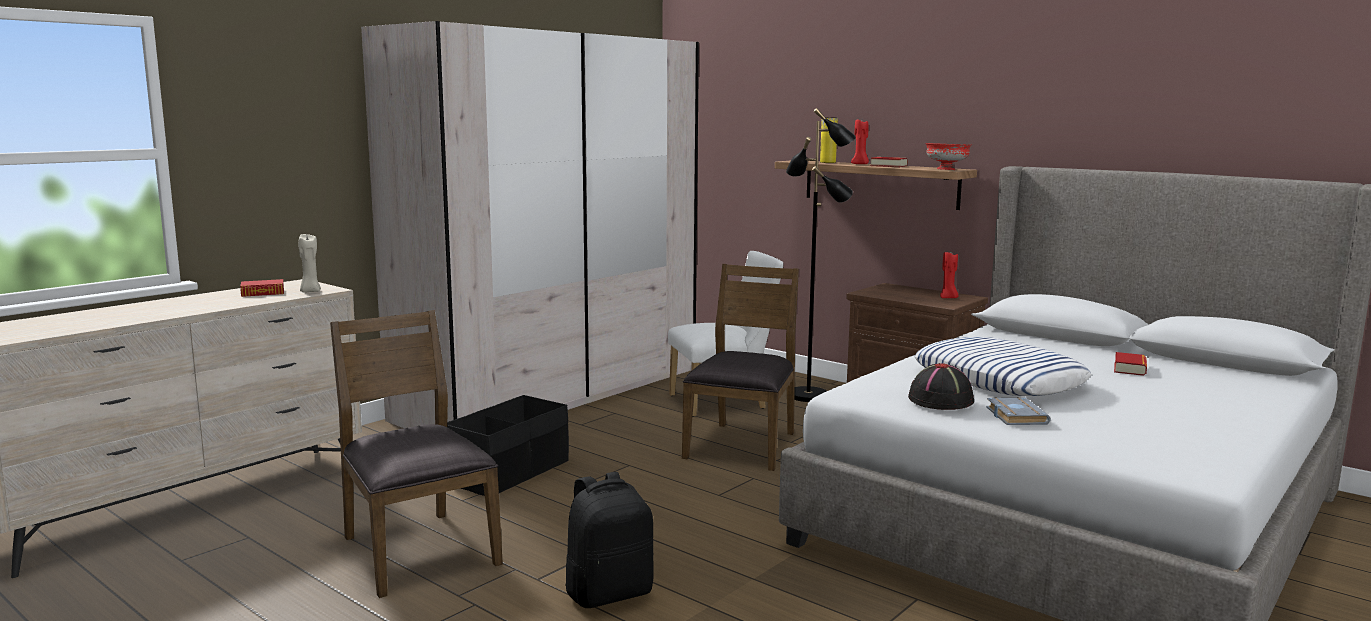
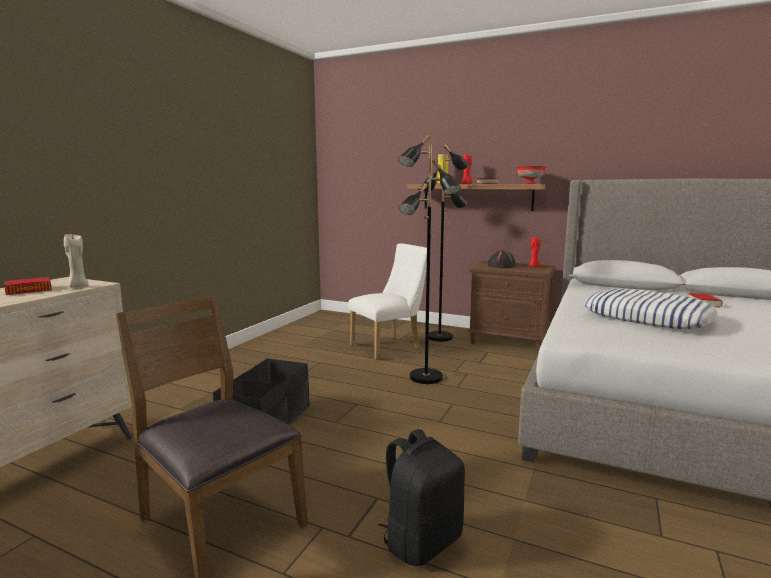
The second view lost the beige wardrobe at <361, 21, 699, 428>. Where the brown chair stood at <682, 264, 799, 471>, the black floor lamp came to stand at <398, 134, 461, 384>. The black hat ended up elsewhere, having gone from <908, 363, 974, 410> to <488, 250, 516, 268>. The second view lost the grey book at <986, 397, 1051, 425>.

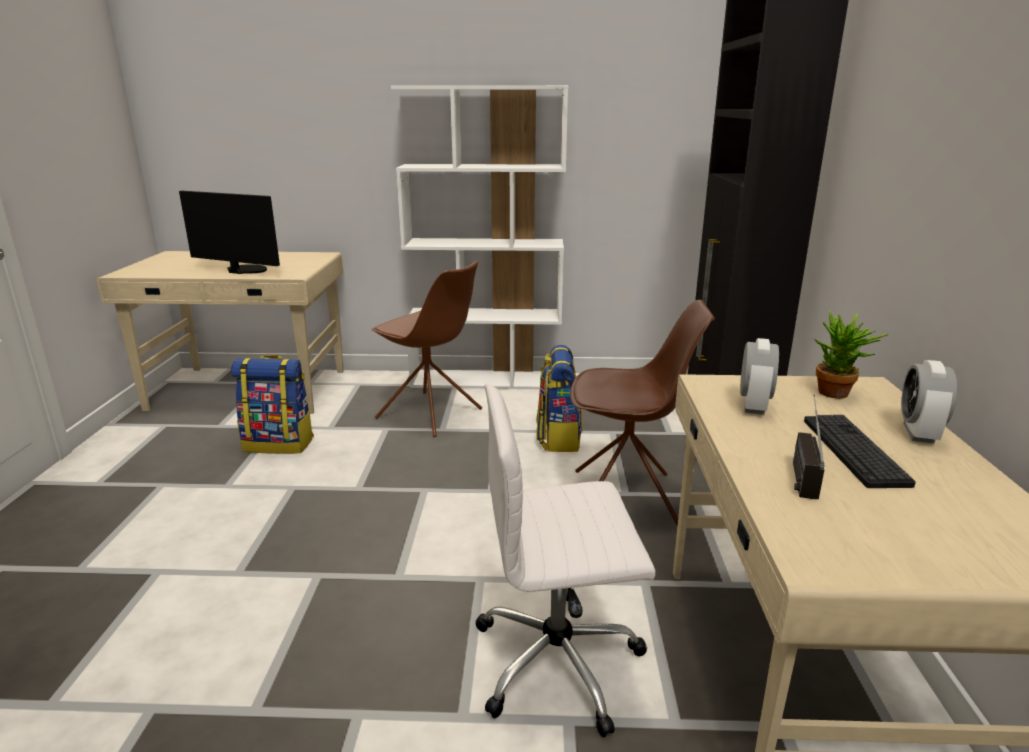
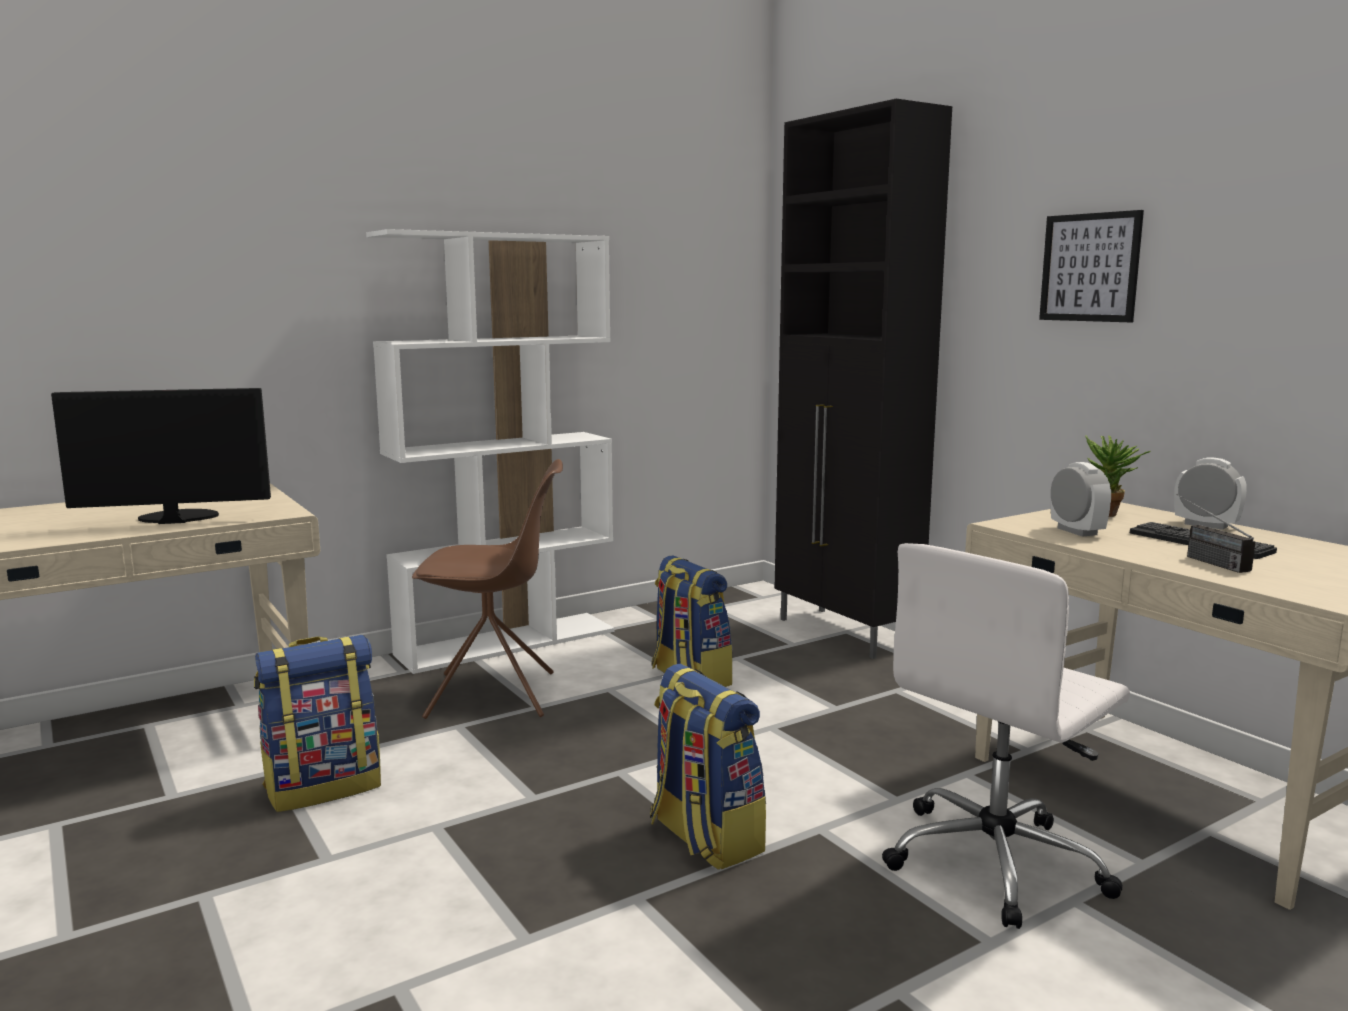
The second view lost the brown chair at <570, 300, 715, 526>. The alarm clock at <902, 360, 957, 444> ended up facing another way, 150 degrees clockwise from before. The second view gained the backpack at <650, 664, 766, 870>. The second view gained the picture at <1039, 210, 1144, 322>.

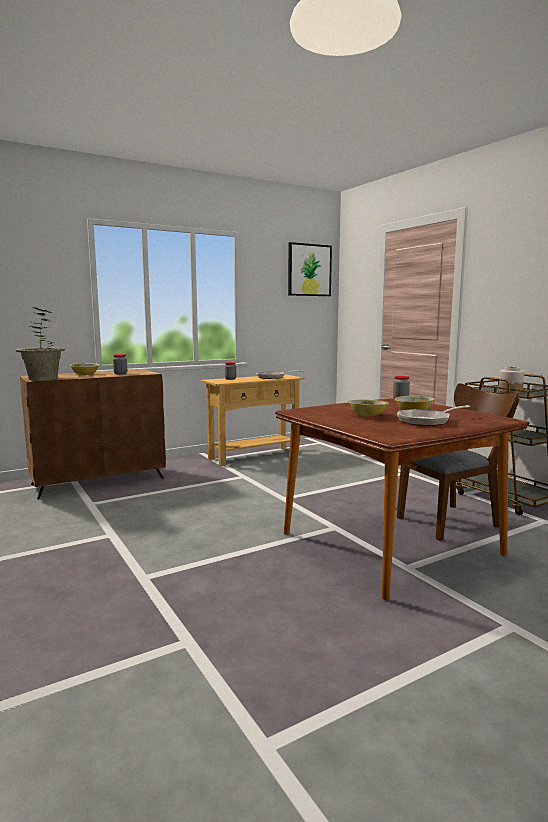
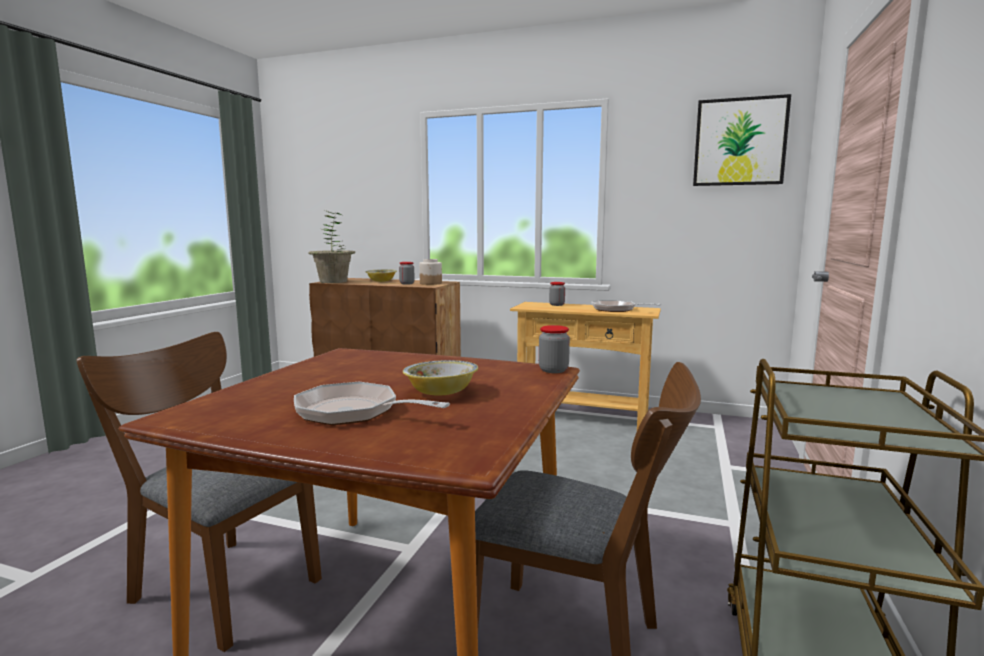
The second view lost the bowl at <348, 399, 389, 416>. The jar ended up elsewhere, having gone from <498, 367, 524, 393> to <419, 259, 442, 285>. The second view gained the brown chair at <77, 332, 322, 652>.

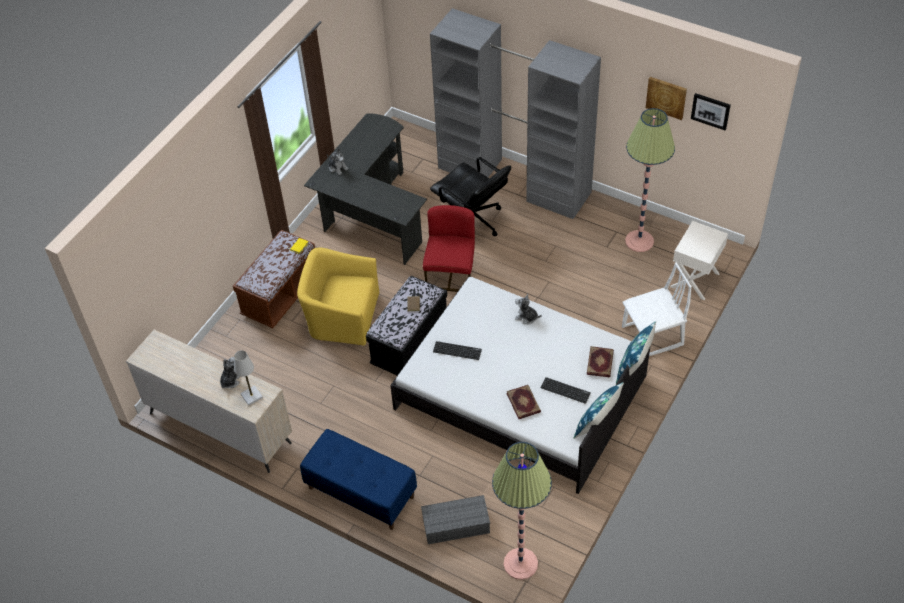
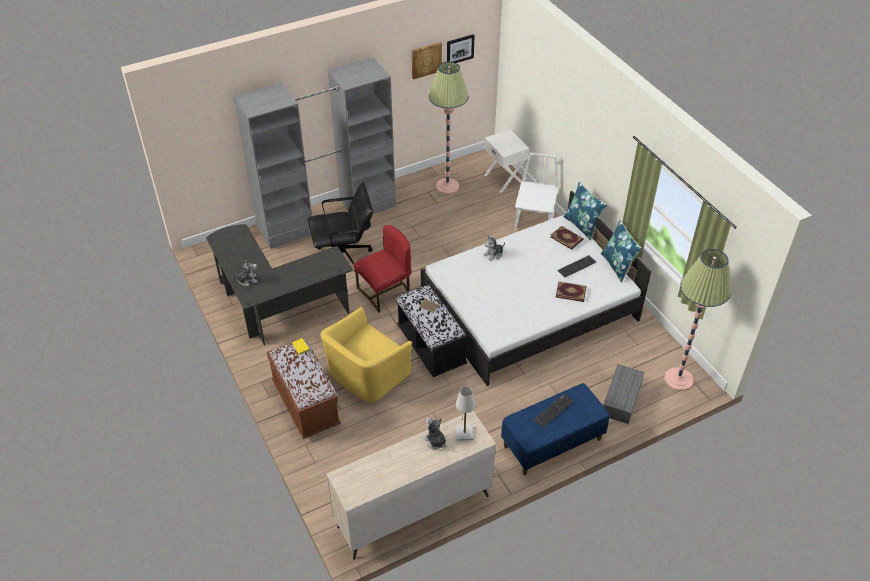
The red chair at <423, 205, 475, 292> ended up facing another way, 105 degrees clockwise from before. The keyboard ended up elsewhere, having gone from <433, 341, 482, 360> to <533, 394, 574, 427>.

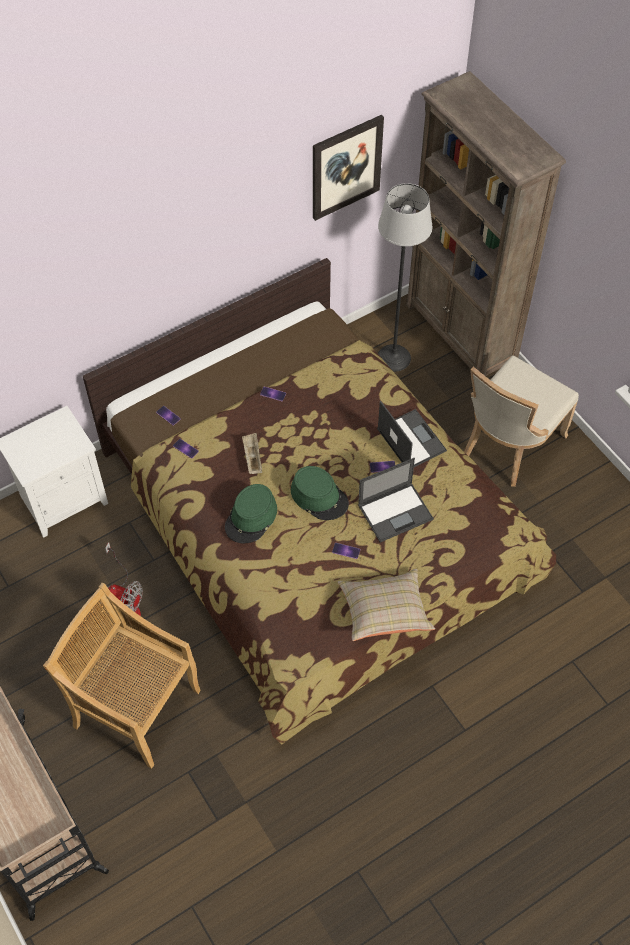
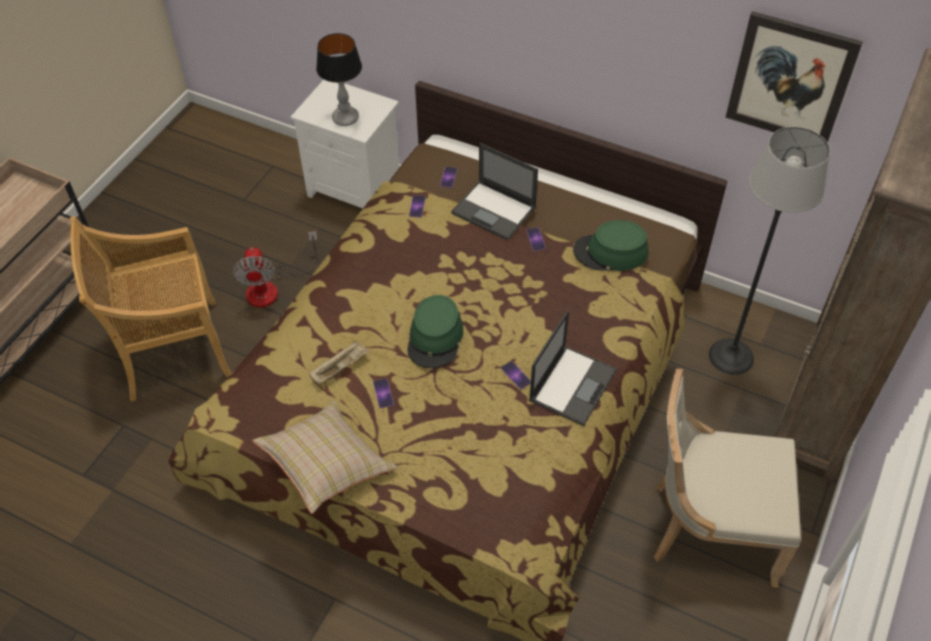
The beige chair at <43, 583, 201, 769> ended up facing another way, 105 degrees counterclockwise from before. The green hat ended up elsewhere, having gone from <225, 484, 277, 543> to <573, 220, 649, 271>. The beige tray ended up elsewhere, having gone from <242, 433, 262, 474> to <310, 341, 369, 384>. The laptop ended up elsewhere, having gone from <358, 458, 434, 542> to <451, 143, 538, 240>. The second view gained the table lamp at <316, 33, 362, 126>.

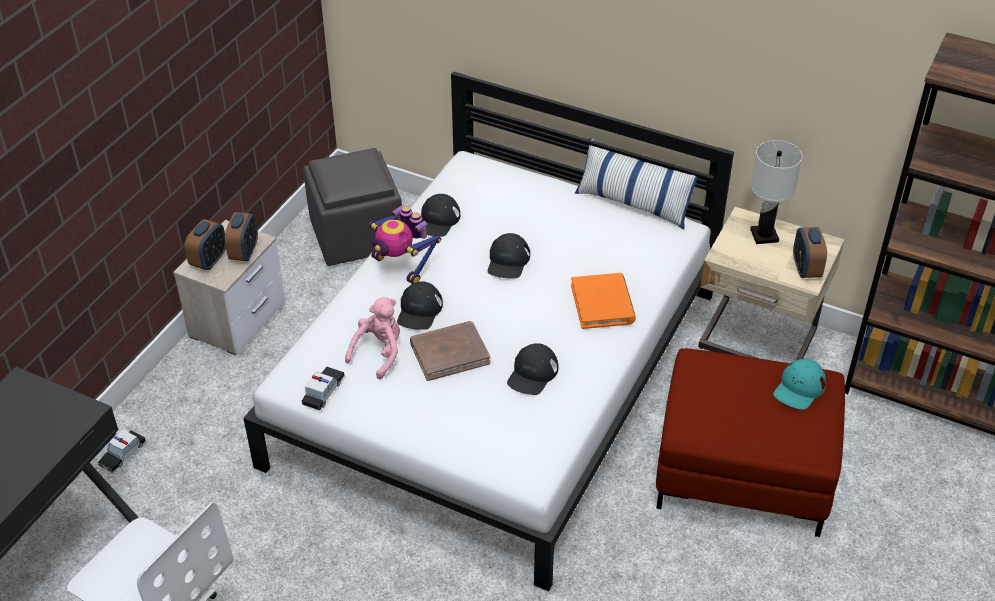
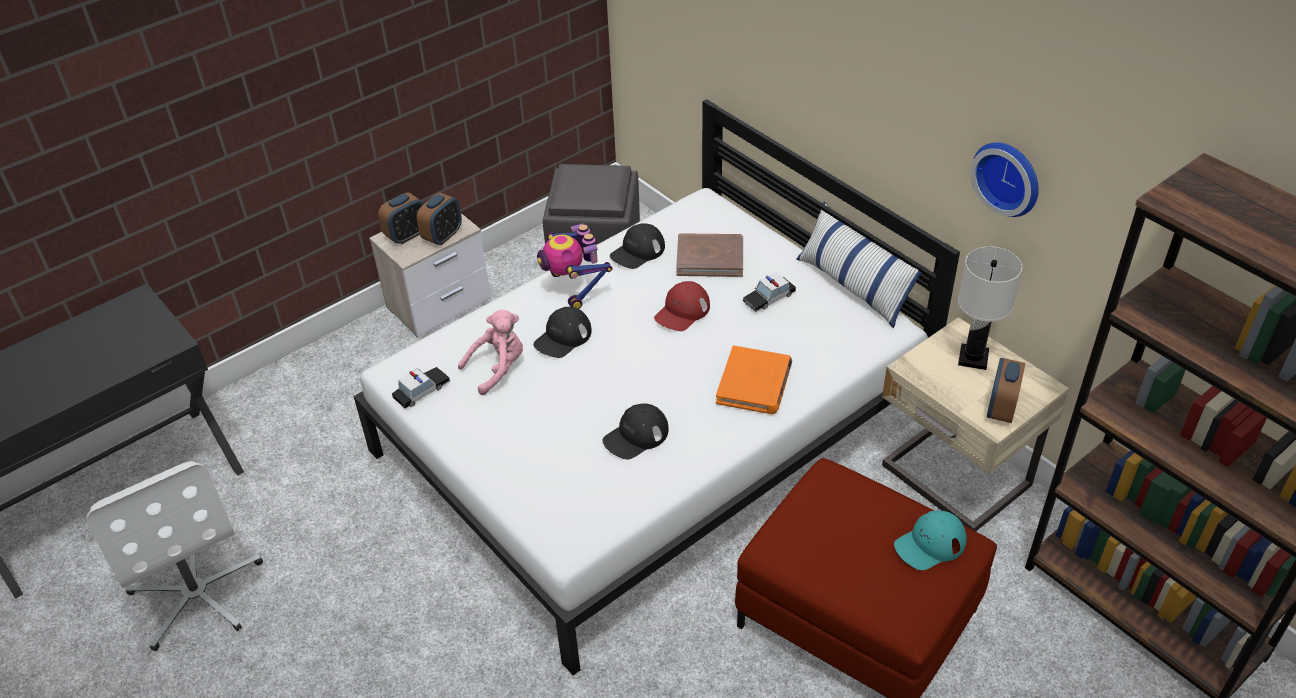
The toy car ended up elsewhere, having gone from <98, 429, 146, 473> to <743, 272, 796, 312>. The brown book ended up elsewhere, having gone from <410, 321, 490, 381> to <676, 233, 743, 277>. What was the black cap at <488, 233, 530, 278> turned into the red cap at <654, 281, 710, 331>. The second view gained the wall clock at <971, 142, 1039, 217>.

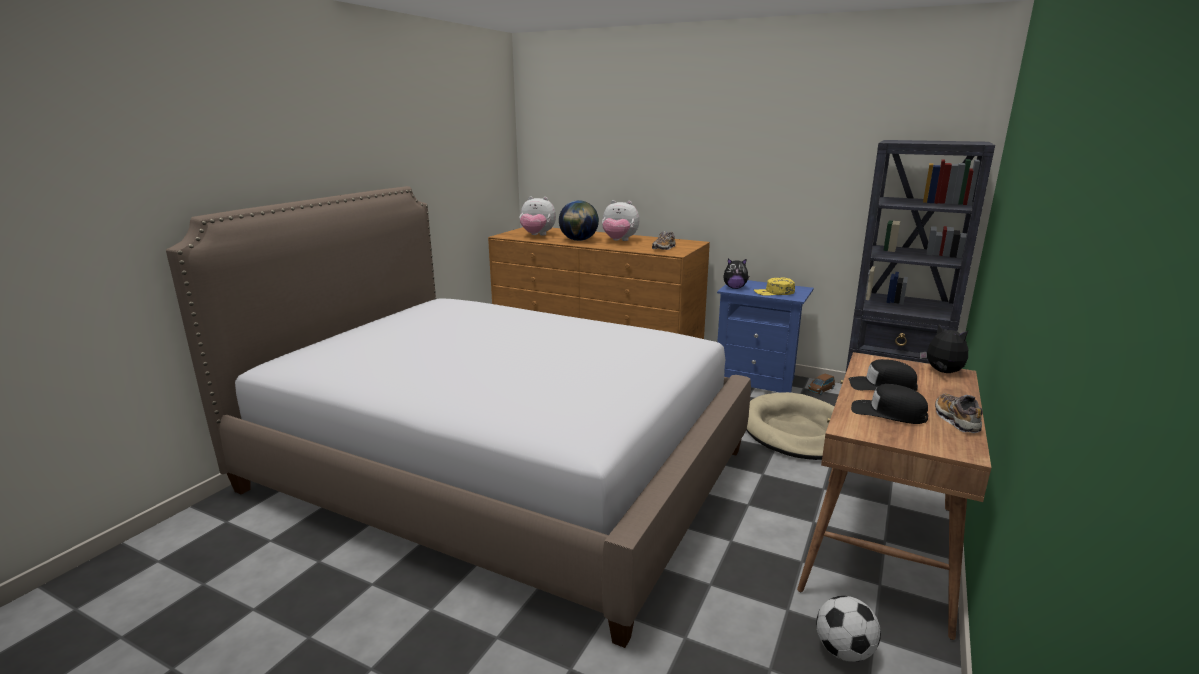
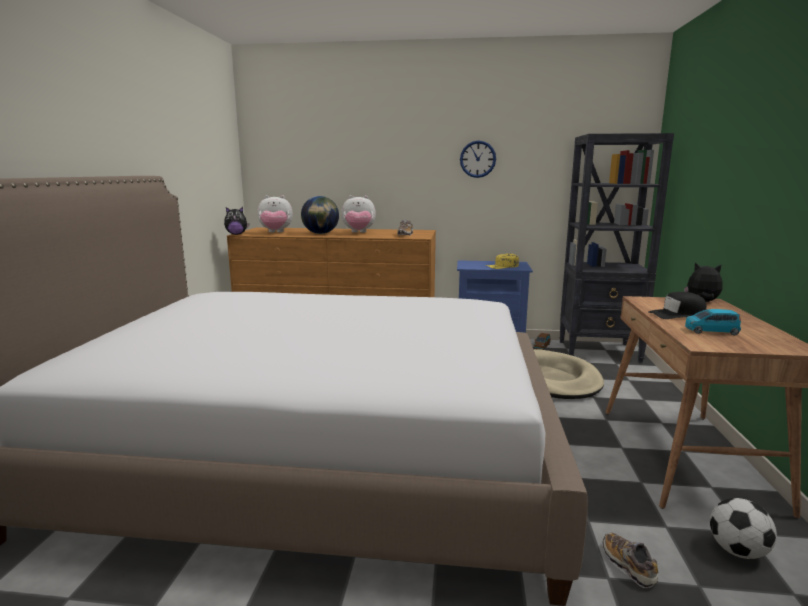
The plush toy ended up elsewhere, having gone from <723, 258, 749, 289> to <224, 207, 249, 235>. Where the black cap stood at <851, 384, 928, 424>, the blue toy car came to stand at <685, 309, 741, 335>. The shoe ended up elsewhere, having gone from <935, 394, 983, 433> to <603, 532, 658, 588>. The second view gained the wall clock at <460, 140, 496, 178>.

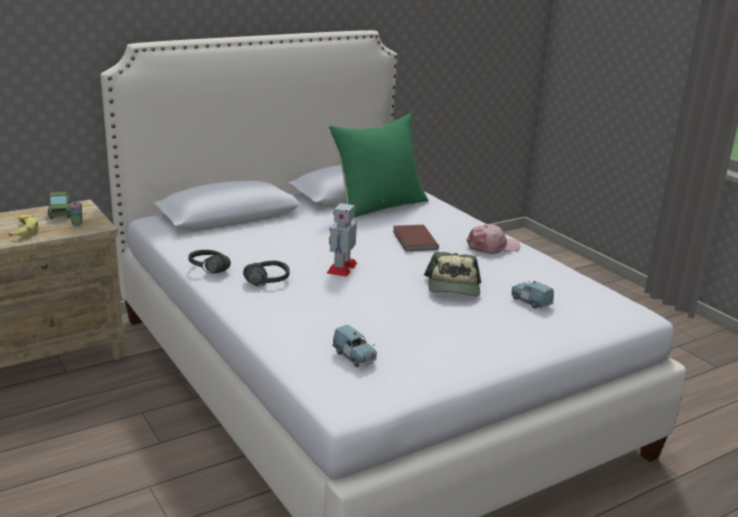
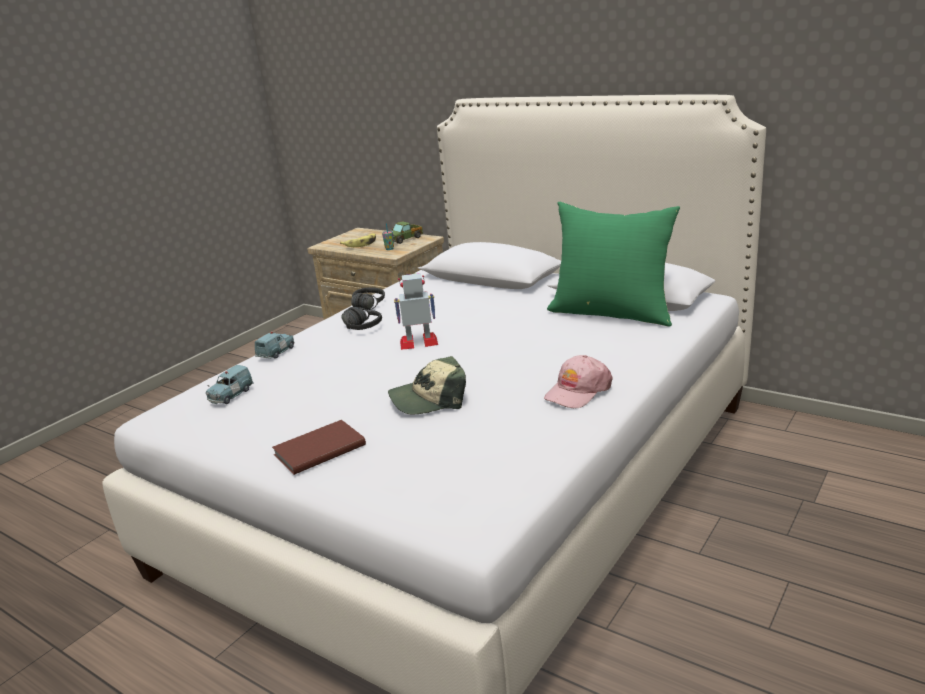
The brown book ended up elsewhere, having gone from <393, 225, 439, 251> to <272, 420, 366, 475>. The pink cap at <466, 224, 520, 254> ended up facing another way, 90 degrees clockwise from before. The blue toy car ended up elsewhere, having gone from <511, 281, 554, 309> to <255, 331, 294, 359>.

